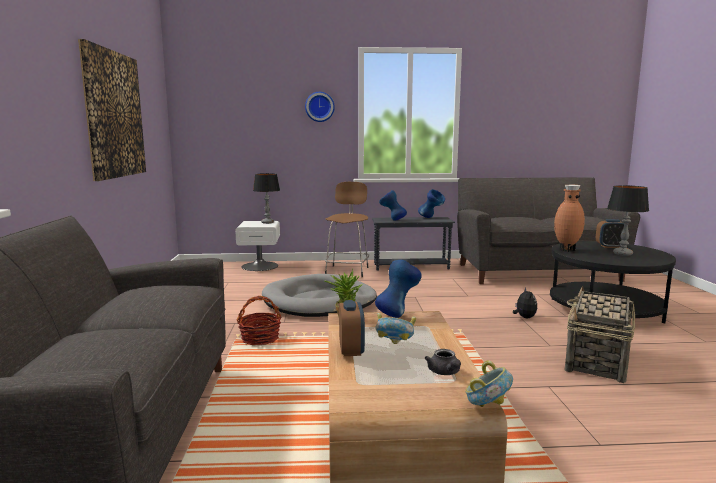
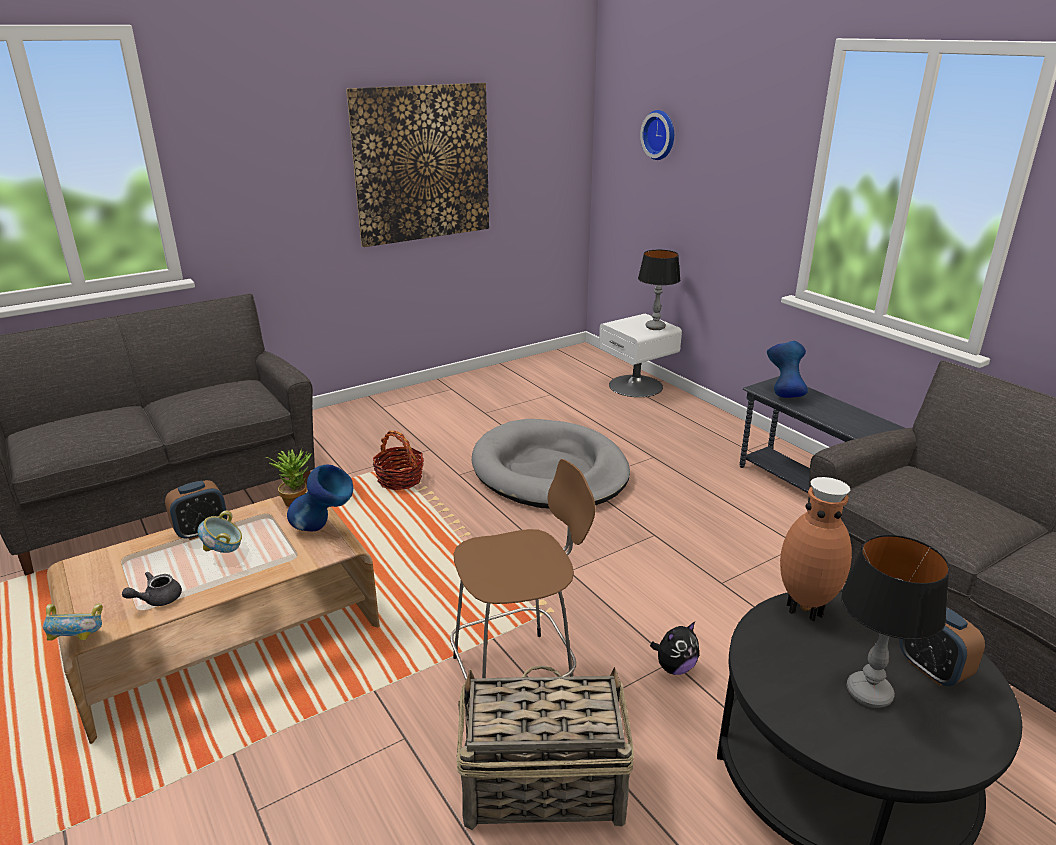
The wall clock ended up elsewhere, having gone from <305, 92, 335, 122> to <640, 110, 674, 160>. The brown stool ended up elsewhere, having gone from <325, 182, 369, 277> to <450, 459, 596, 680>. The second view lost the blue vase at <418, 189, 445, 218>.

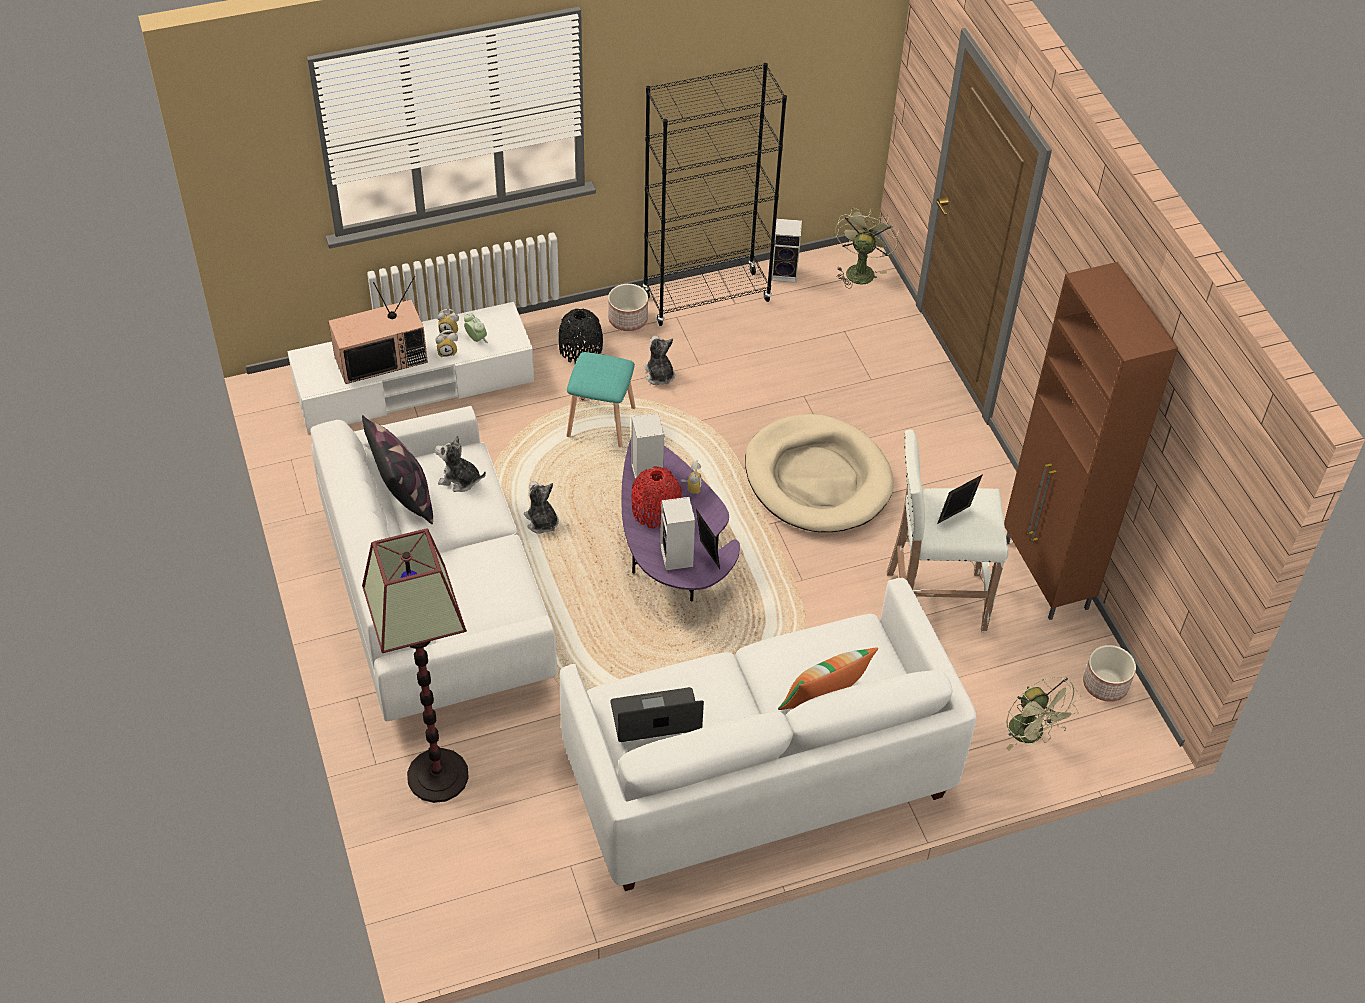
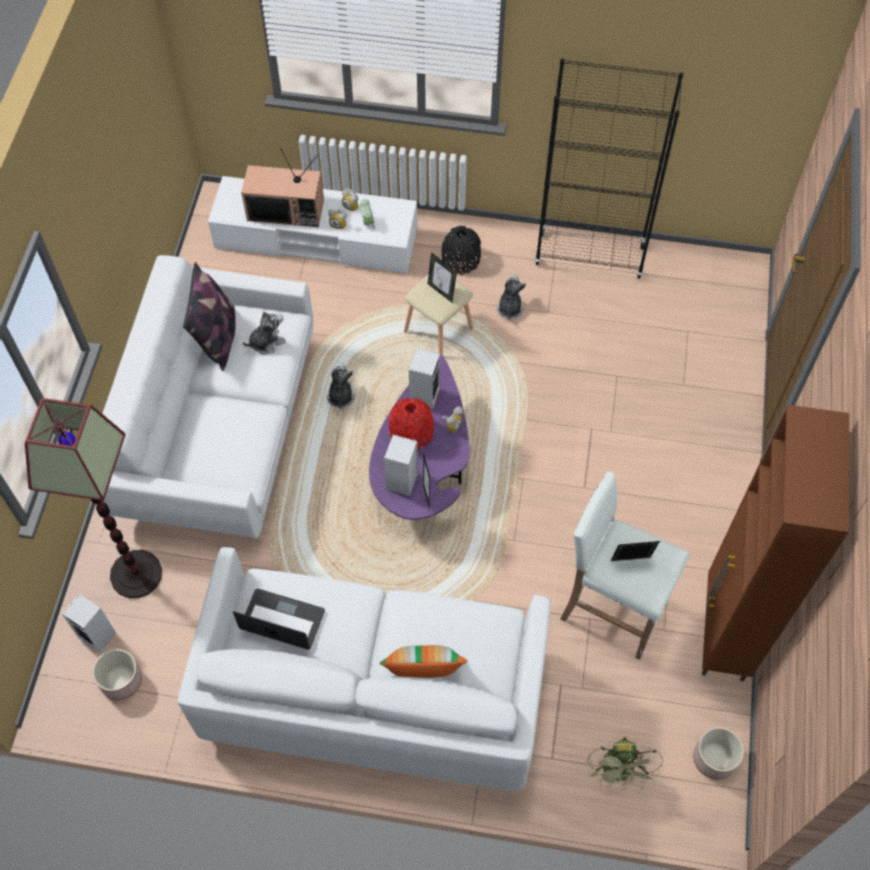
The plush toy at <435, 435, 486, 492> ended up facing another way, 105 degrees clockwise from before. What was the turquoise stool at <566, 352, 636, 447> turned into the beige stool at <404, 274, 473, 355>. The planter ended up elsewhere, having gone from <608, 284, 648, 331> to <93, 649, 142, 700>. The second view lost the beige dog bed at <745, 414, 894, 532>. The speaker ended up elsewhere, having gone from <771, 219, 802, 283> to <62, 593, 116, 653>. The second view lost the green fan at <835, 208, 899, 289>. The second view gained the picture frame at <427, 252, 457, 302>.

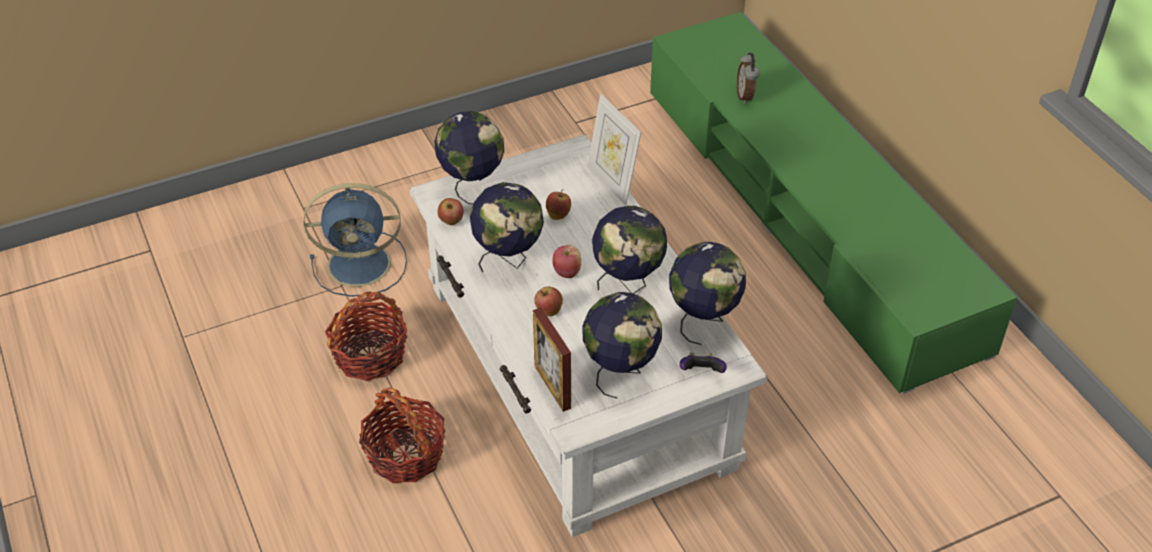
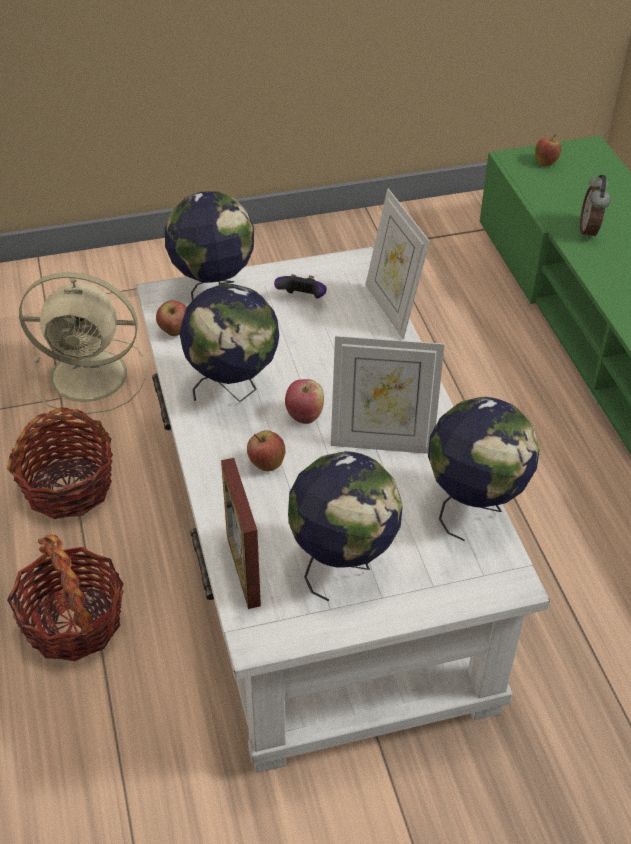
What was the blue fan at <304, 183, 407, 297> turned into the beige fan at <19, 272, 147, 414>. The apple ended up elsewhere, having gone from <546, 189, 571, 220> to <535, 134, 561, 166>. Where the globe stood at <592, 206, 667, 294>, the picture frame came to stand at <331, 336, 445, 454>. The game controller ended up elsewhere, having gone from <680, 353, 727, 373> to <274, 274, 327, 298>.

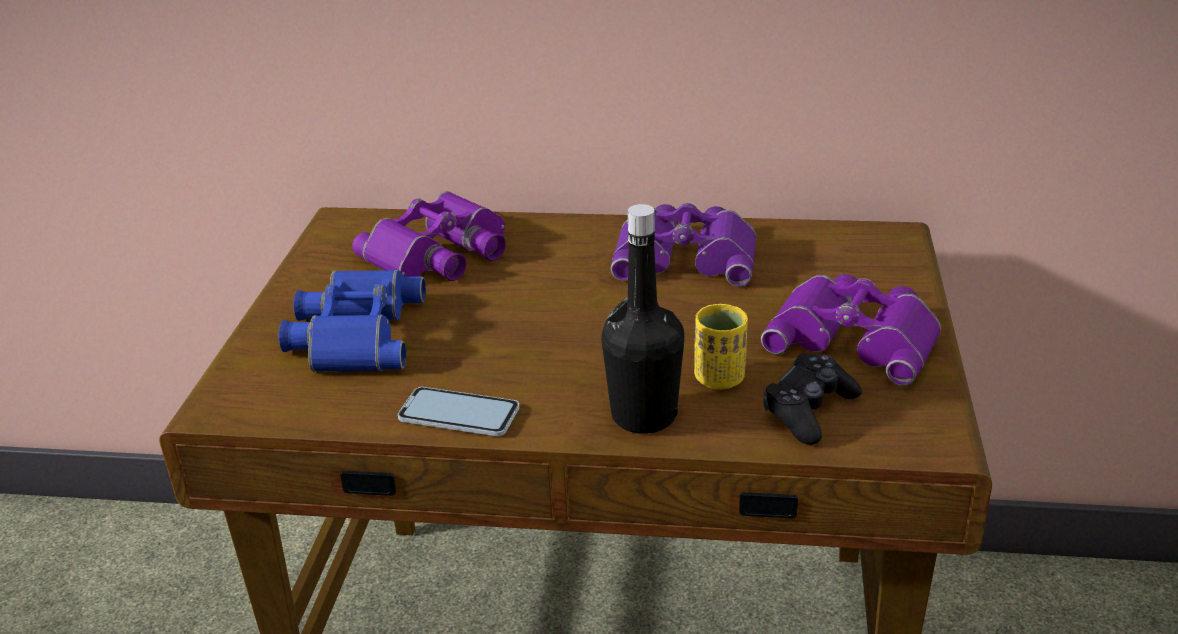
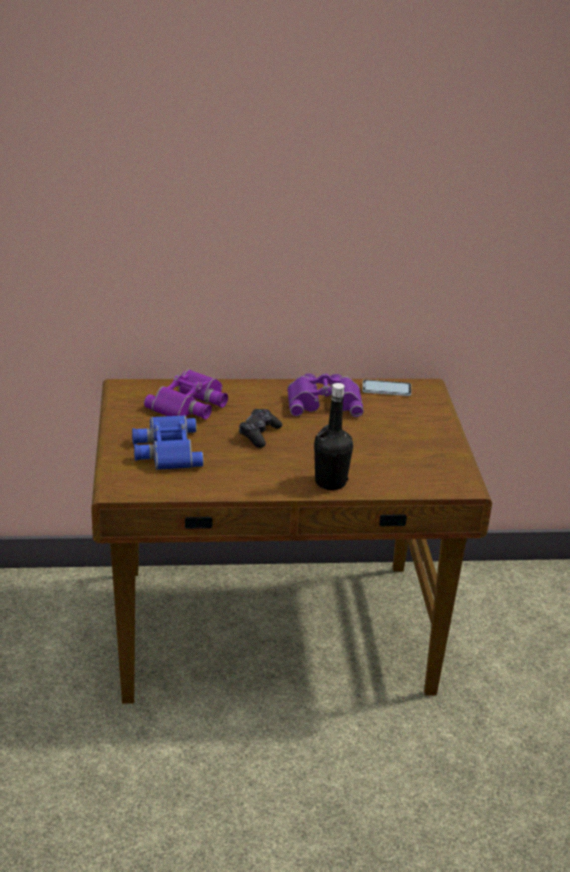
The phone ended up elsewhere, having gone from <398, 387, 519, 436> to <362, 379, 412, 396>. The second view lost the yellow cup at <694, 304, 748, 390>. The second view lost the purple binoculars at <761, 274, 941, 386>. The black game controller ended up elsewhere, having gone from <763, 353, 862, 445> to <239, 409, 282, 448>.

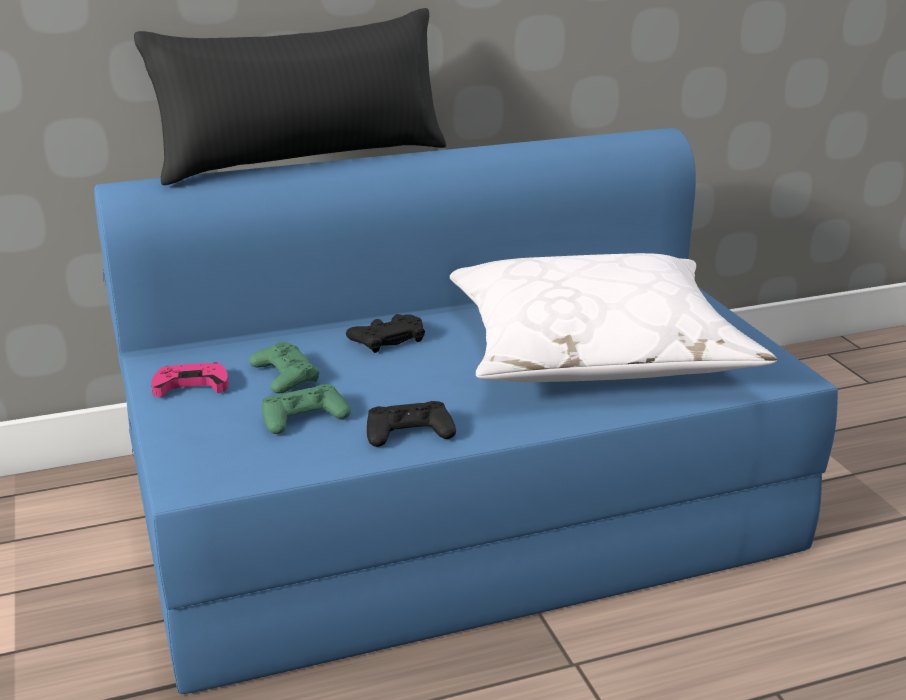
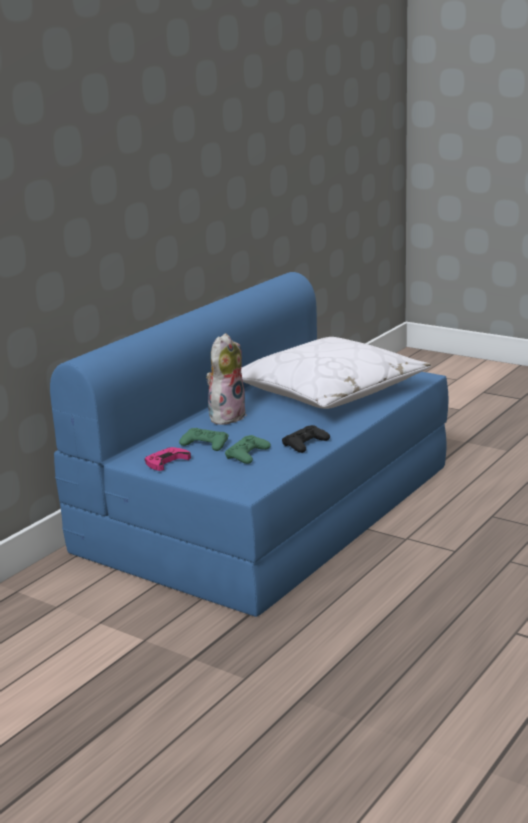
The second view lost the black pillow at <134, 8, 446, 185>. Where the black game controller stood at <346, 314, 425, 353>, the plush toy came to stand at <206, 333, 247, 425>.

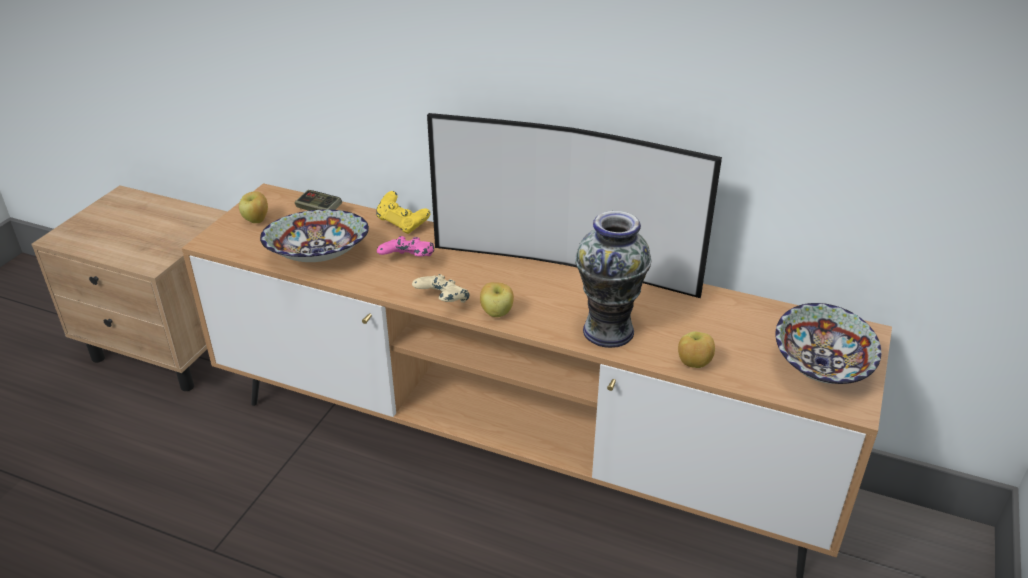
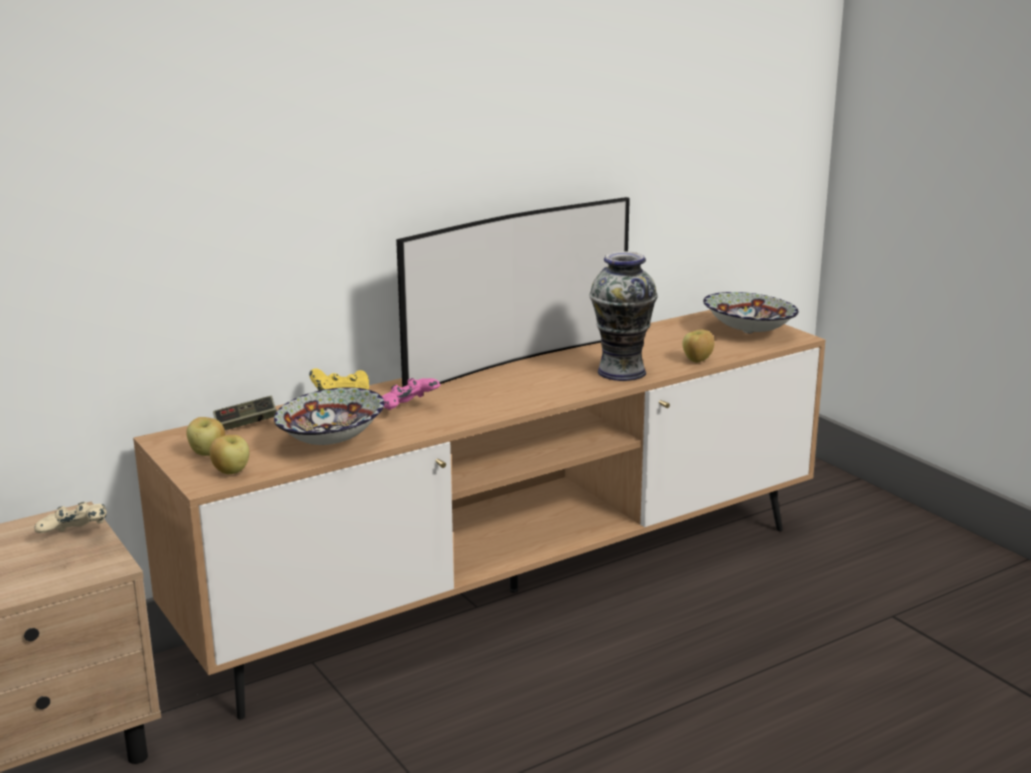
The beige game controller ended up elsewhere, having gone from <412, 274, 469, 303> to <34, 502, 107, 533>. The apple ended up elsewhere, having gone from <480, 282, 514, 317> to <209, 435, 249, 475>.

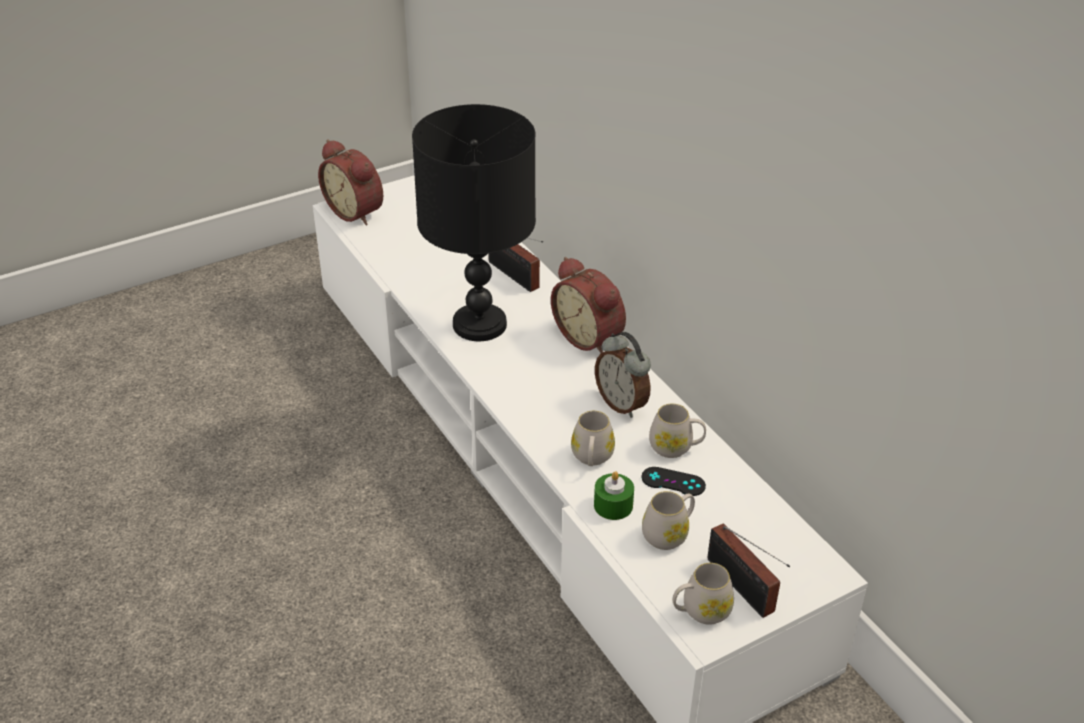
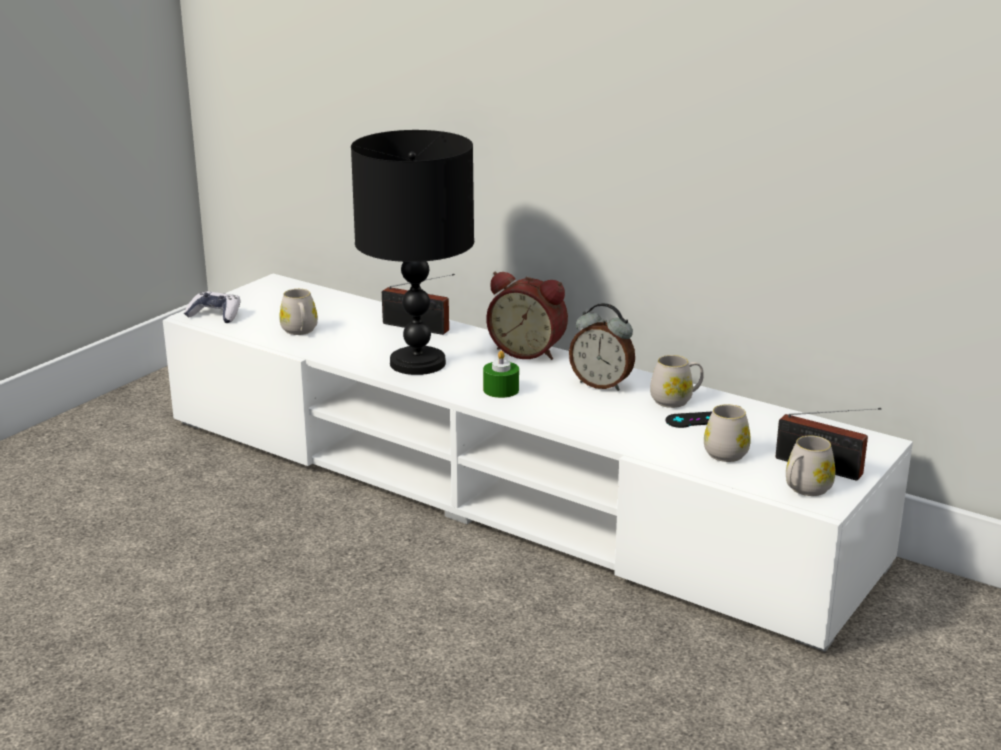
Where the alarm clock stood at <318, 139, 383, 225>, the game controller came to stand at <184, 291, 240, 323>. The white mug ended up elsewhere, having gone from <571, 411, 615, 466> to <279, 289, 318, 335>. The green candle ended up elsewhere, having gone from <594, 471, 634, 520> to <483, 350, 519, 398>.

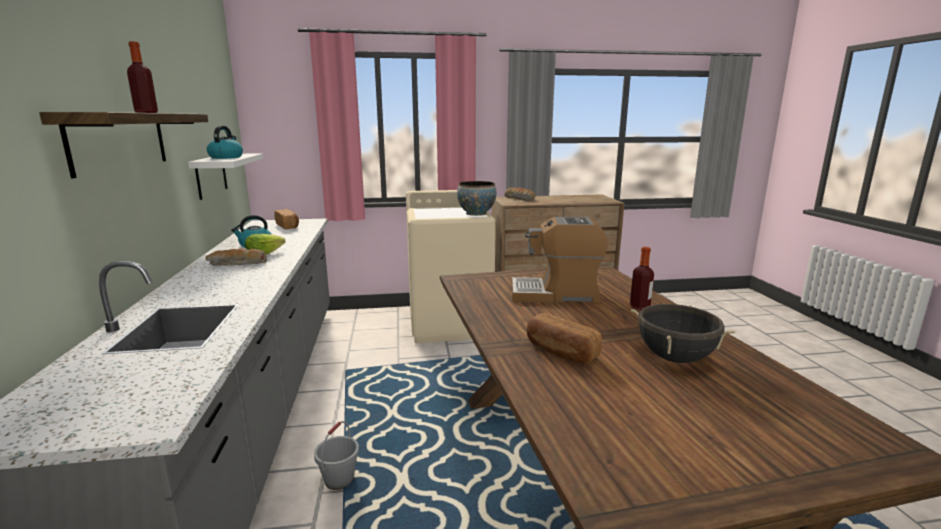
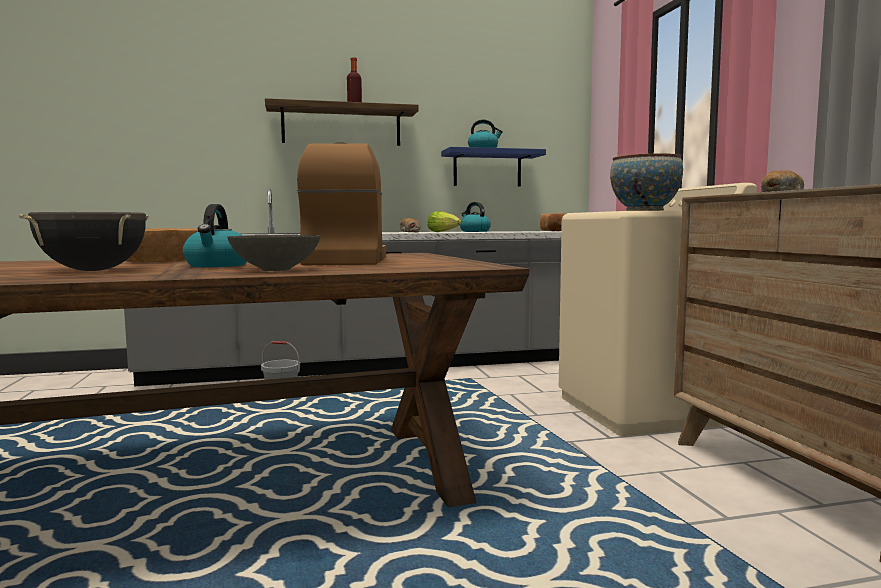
What was the white shelf at <188, 153, 263, 200> turned into the blue shelf at <441, 147, 546, 186>. Where the bottle stood at <630, 247, 654, 310>, the grey bowl came to stand at <227, 235, 321, 271>. The second view gained the kettle at <183, 204, 247, 267>.

